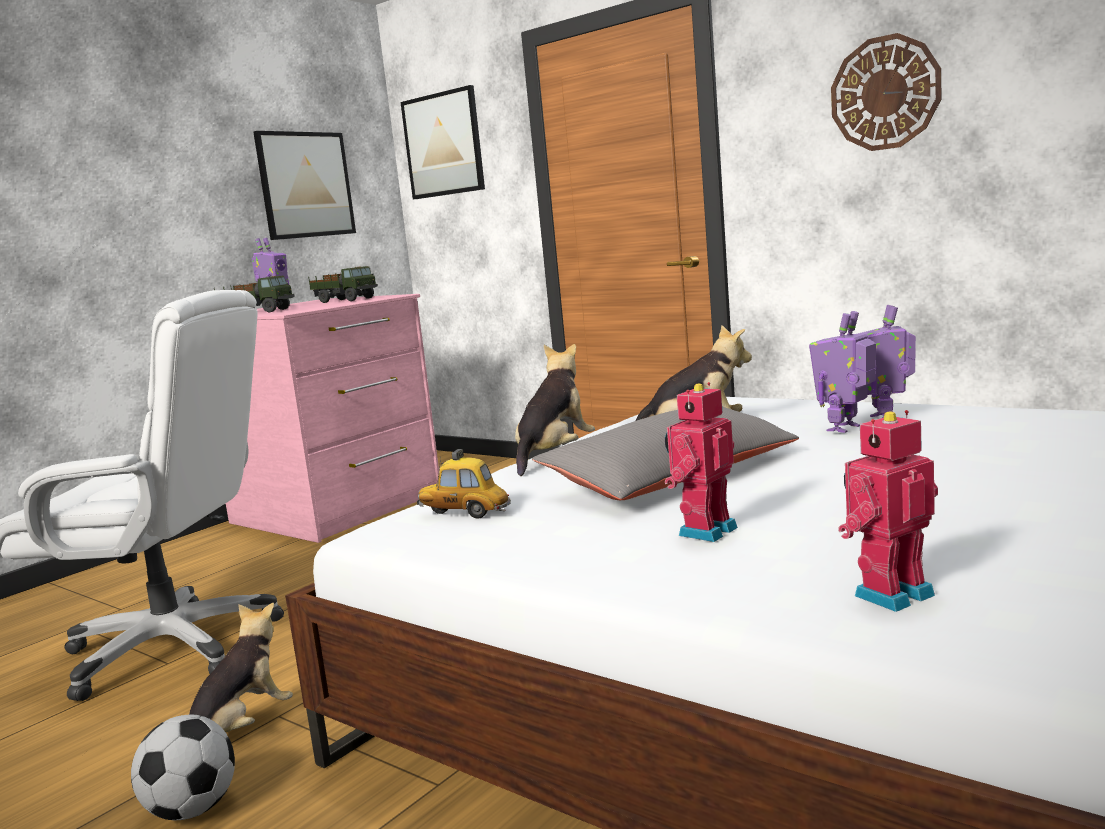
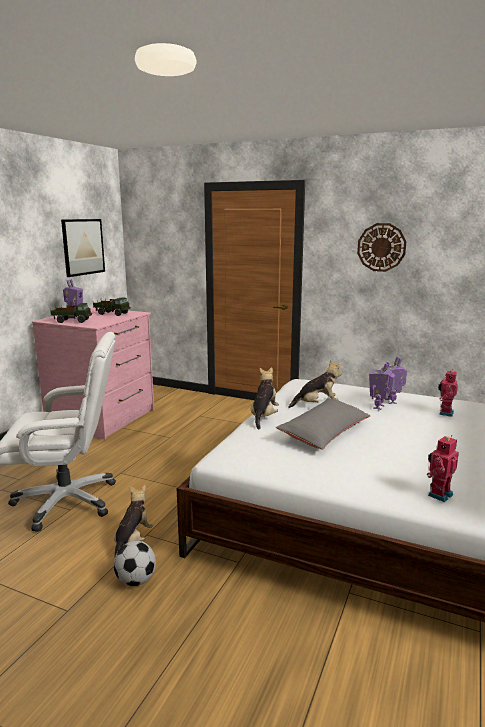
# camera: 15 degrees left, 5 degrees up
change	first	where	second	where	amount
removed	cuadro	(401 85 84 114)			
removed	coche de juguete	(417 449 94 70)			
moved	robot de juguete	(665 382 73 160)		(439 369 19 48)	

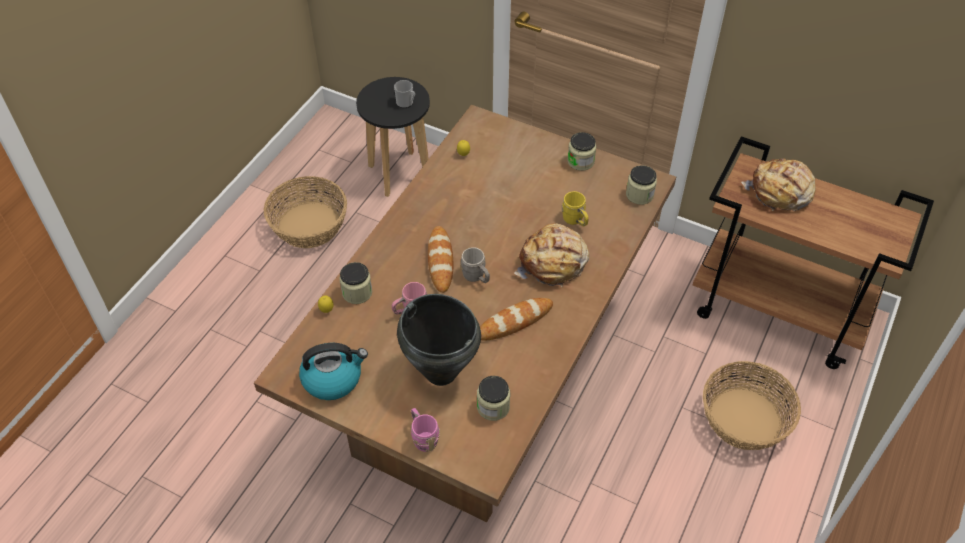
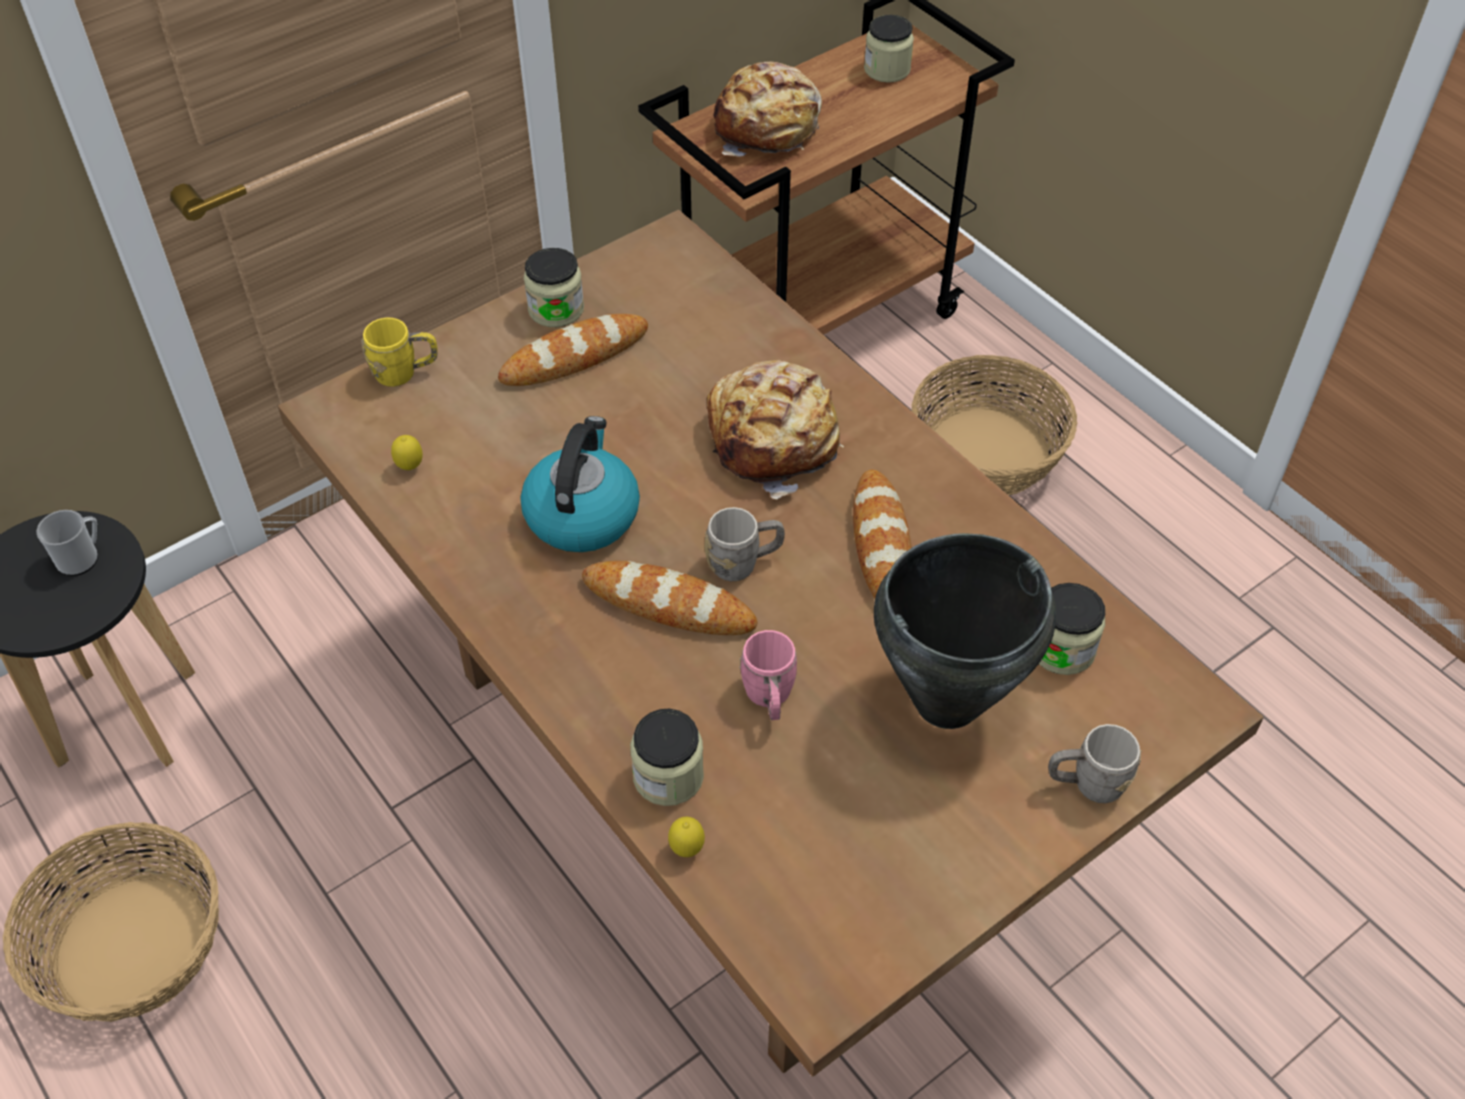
# camera: 65 degrees left, 0 degrees up
change	first	where	second	where	amount
added			pan	(498 314 150 72)	
moved	hervidor	(299 343 69 57)		(520 416 120 136)	
moved	taza grande/amarillo	(562 191 27 35)		(361 317 77 70)	
moved	tarro	(626 165 31 40)		(864 15 50 68)	
recoloured	taza grande/rosa	(411 408 29 44)	taza grande/gris	(1048 724 94 79)	

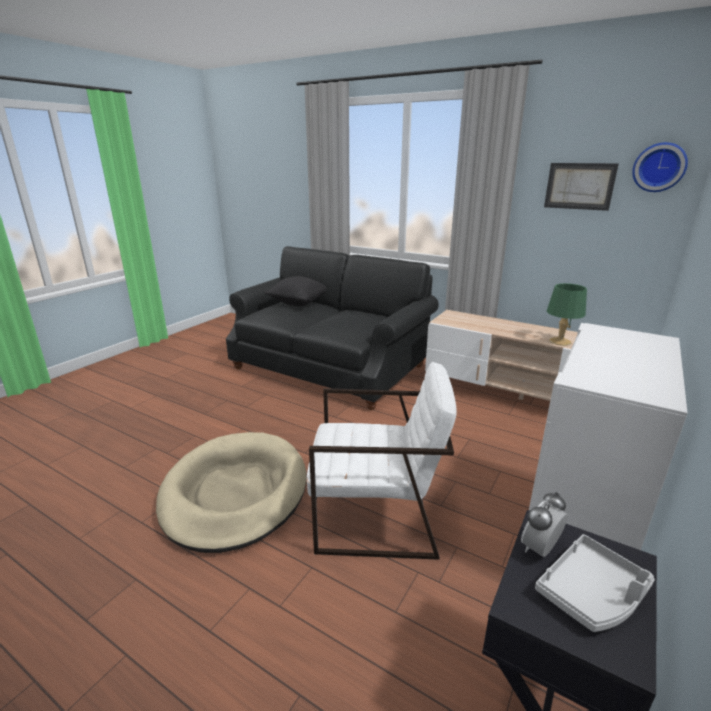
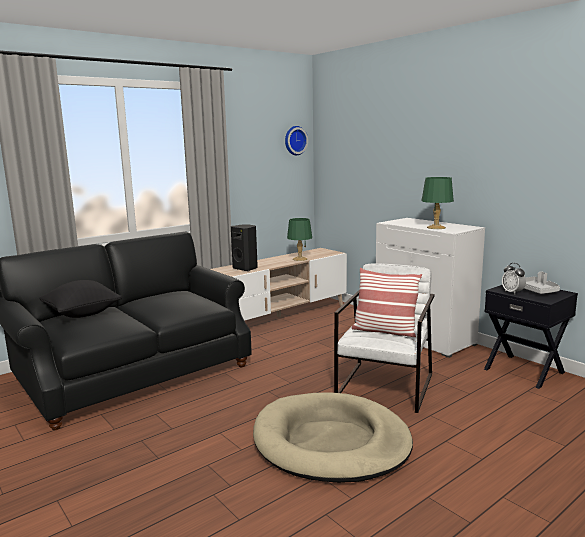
# camera: 70 degrees left, 10 degrees down
change	first	where	second	where	amount
removed	cuadro	(544 163 75 48)			
added			altavoz/negro	(231 224 27 47)	
added			cojín	(352 268 70 69)	
added			lámpara de mesa/verde	(421 177 33 52)	

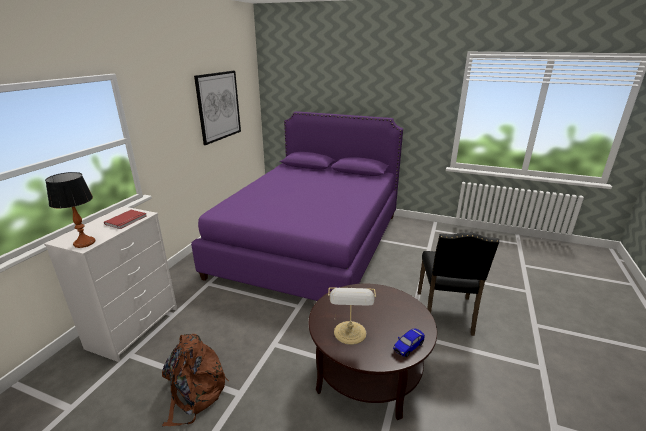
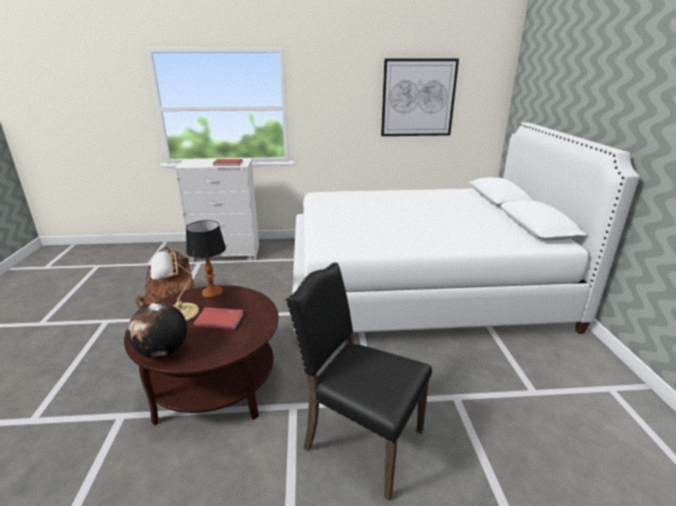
# camera: 65 degrees right, 0 degrees up
change	first	where	second	where	amount
added			libro/rojo	(193 307 51 23)	
moved	lámpara de mesa	(45 172 50 76)		(186 220 40 78)	
replaced	coche de juguete	(393 328 32 29)	globo terráqueo	(127 302 60 56)	
recoloured	cama/morado	(191 111 212 190)	cama/blanco	(292 123 348 213)	
turned	silla/negro	(418 232 81 104)		(285 263 147 238)	45 degrees clockwise

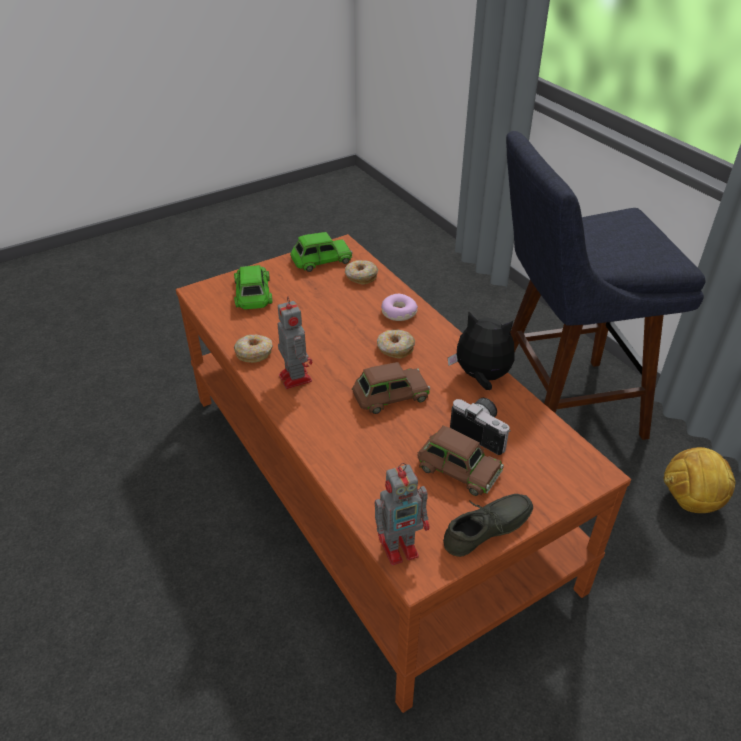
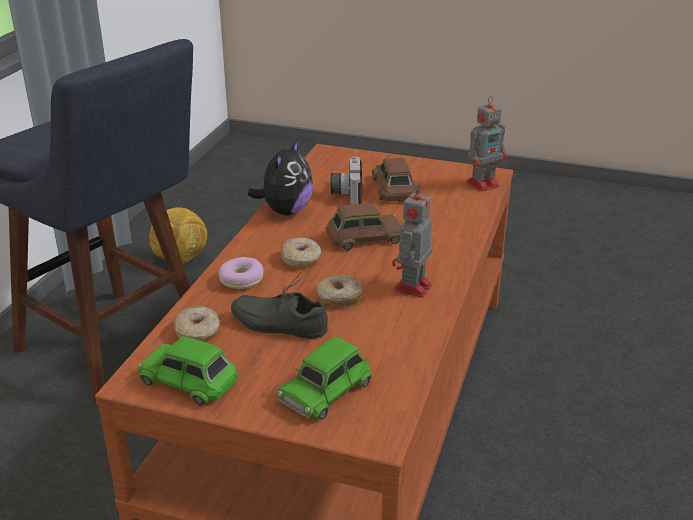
# camera: 130 degrees left, 10 degrees down
change	first	where	second	where	amount
moved	rosquilla	(234 335 39 28)		(317 275 47 33)	
moved	zapato/gris	(443 494 90 63)		(231 273 97 66)	
turned	coche de juguete/marrón	(352 362 78 52)		(325 203 76 47)	135 degrees clockwise
turned	robot de juguete	(375 463 55 102)		(467 96 40 95)	120 degrees clockwise
turned	peluche	(448 312 67 78)		(248 138 65 77)	135 degrees counterclockwise

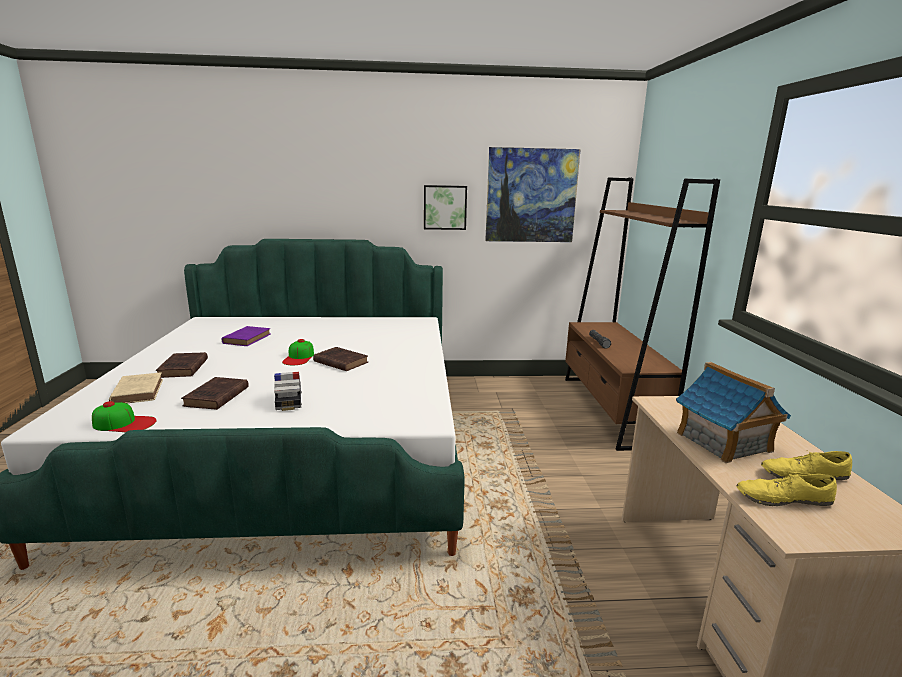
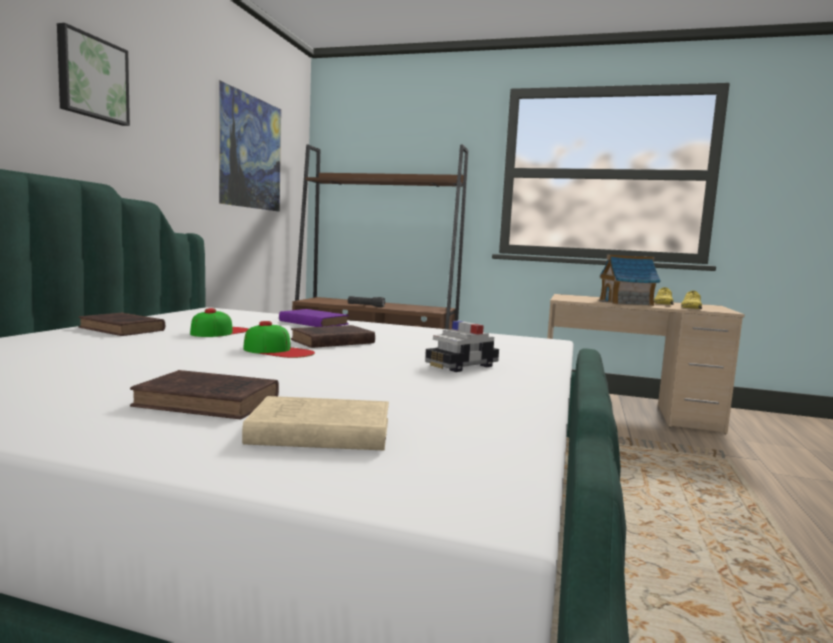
# camera: 70 degrees left, 10 degrees down
change	first	where	second	where	amount
moved	gorra	(92 401 64 31)		(190 308 58 29)	
moved	libro/marrón	(181 377 68 33)		(78 312 87 24)	
moved	libro/morado	(222 326 49 20)		(279 309 70 18)	
moved	cuadro	(424 185 43 45)		(57 23 73 103)	
turned	coche de juguete	(274 372 28 39)		(425 320 74 52)	135 degrees clockwise

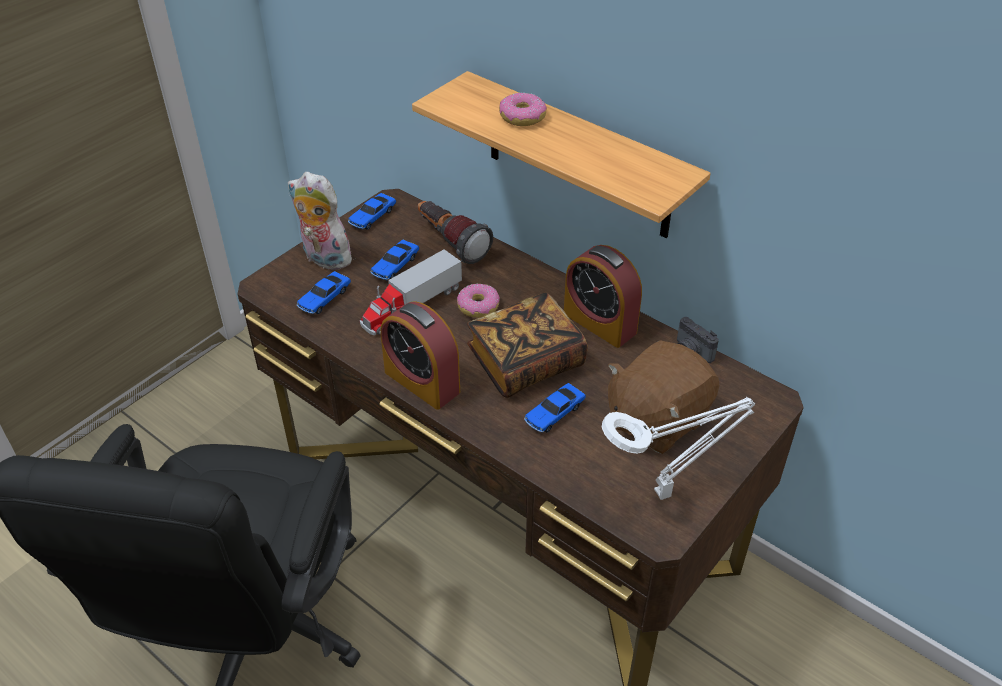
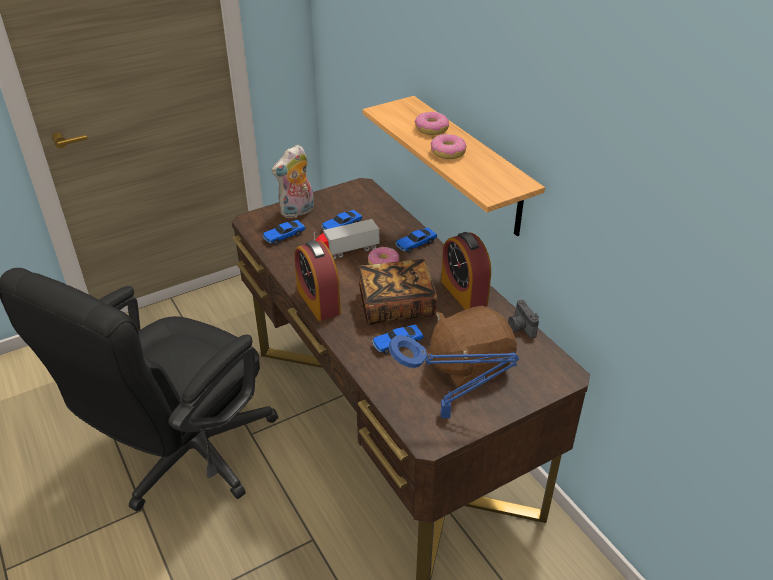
# camera: 20 degrees right, 5 degrees down
change	first	where	second	where	amount
removed	linterna	(418 201 75 63)			
added			rosquilla	(430 134 36 25)	
moved	coche de juguete	(348 193 48 37)		(395 227 42 26)	
recoloured	lámpara de mesa/blanco	(602 397 153 103)	lámpara de mesa/azul	(388 335 131 83)	
turned	peluche	(288 172 70 98)		(271 145 43 73)	90 degrees counterclockwise

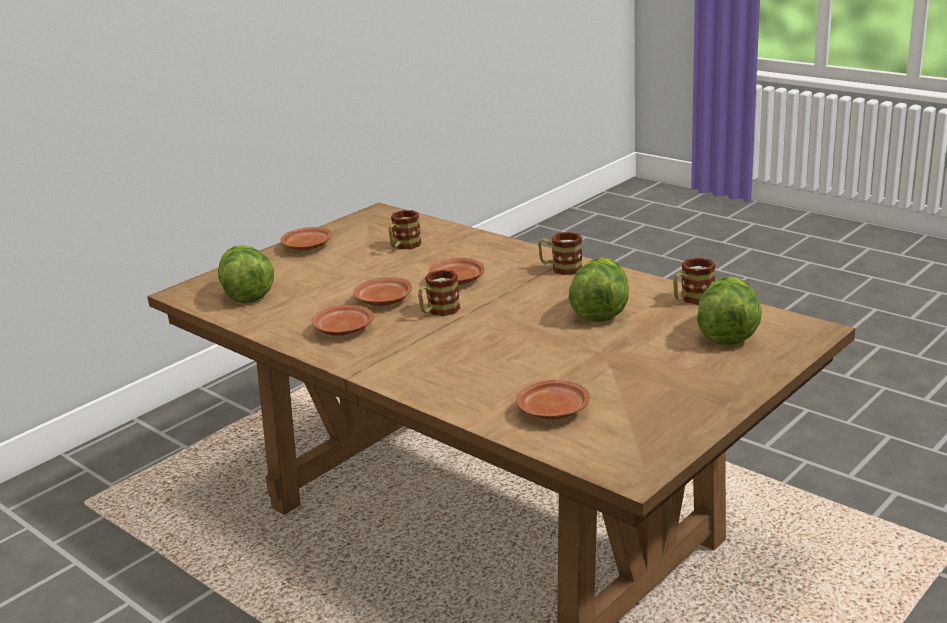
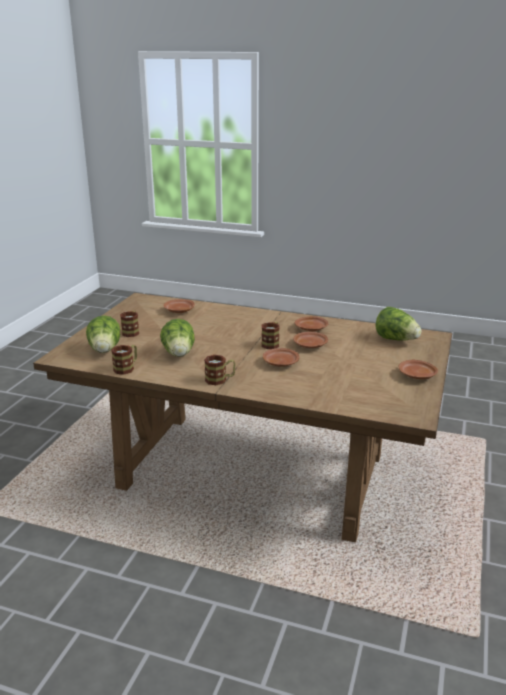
# camera: 155 degrees right, 0 degrees up
change	first	where	second	where	amount
moved	taza grande	(389 210 33 39)		(120 311 19 26)	

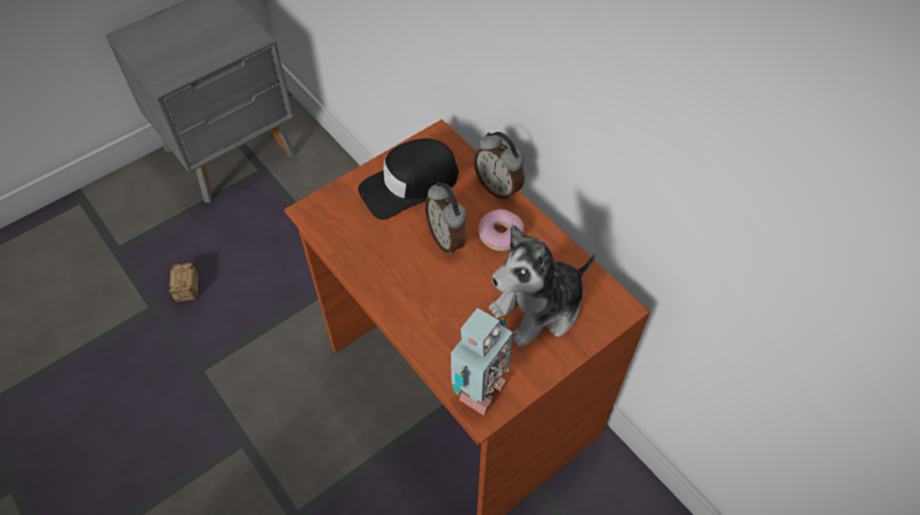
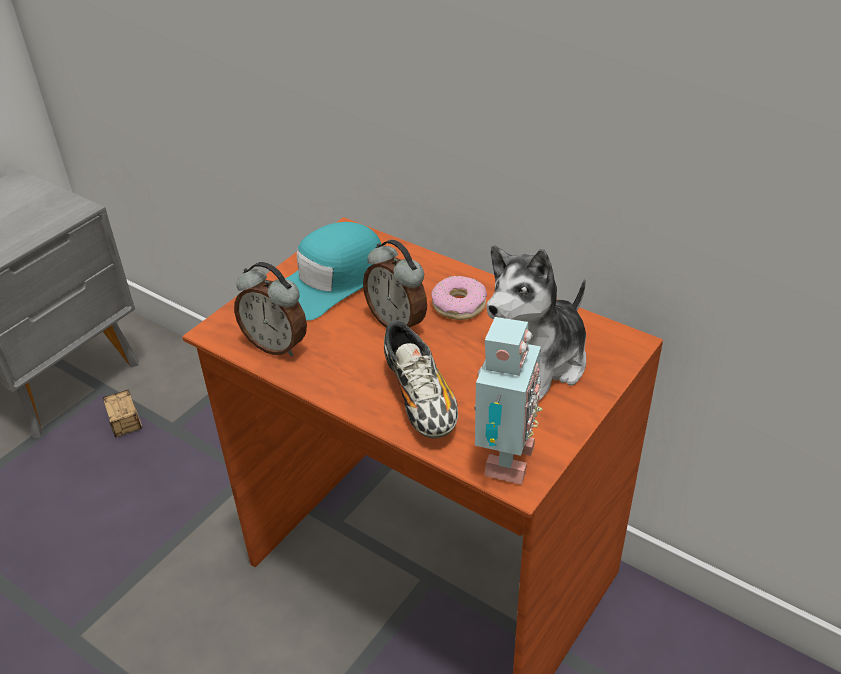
# camera: 15 degrees left, 15 degrees down
change	first	where	second	where	amount
added			zapato	(384 320 74 118)	
moved	caja de almacenaje	(169 263 29 47)		(102 390 41 48)	
moved	despertador	(473 132 51 69)		(234 262 73 95)	
recoloured	gorra/negro	(358 138 101 82)	gorra/turquesa	(285 222 96 98)	

